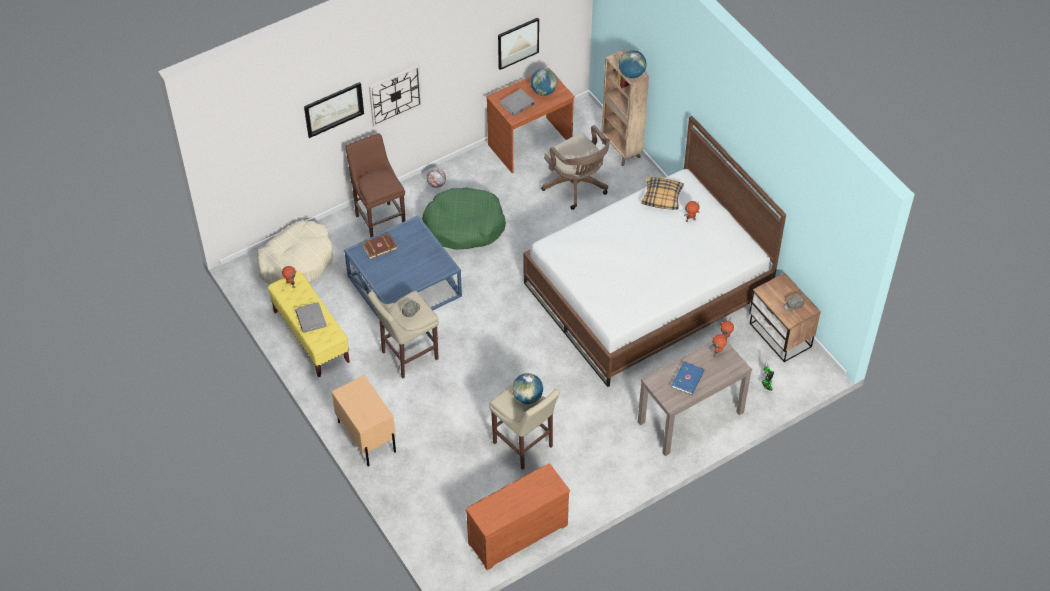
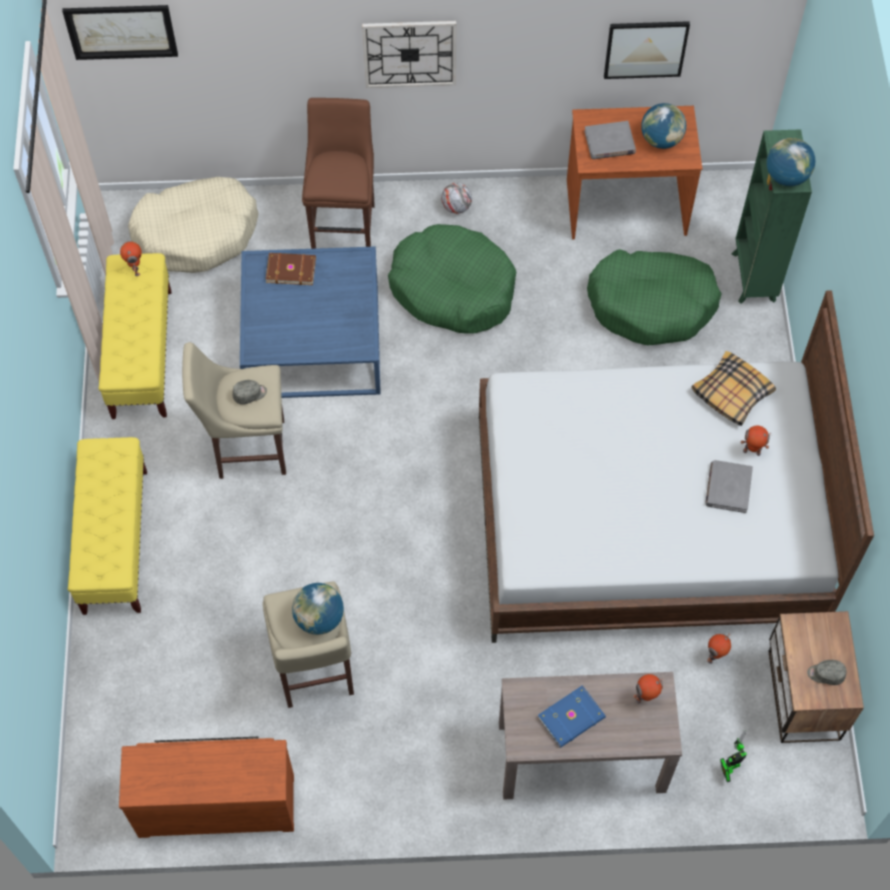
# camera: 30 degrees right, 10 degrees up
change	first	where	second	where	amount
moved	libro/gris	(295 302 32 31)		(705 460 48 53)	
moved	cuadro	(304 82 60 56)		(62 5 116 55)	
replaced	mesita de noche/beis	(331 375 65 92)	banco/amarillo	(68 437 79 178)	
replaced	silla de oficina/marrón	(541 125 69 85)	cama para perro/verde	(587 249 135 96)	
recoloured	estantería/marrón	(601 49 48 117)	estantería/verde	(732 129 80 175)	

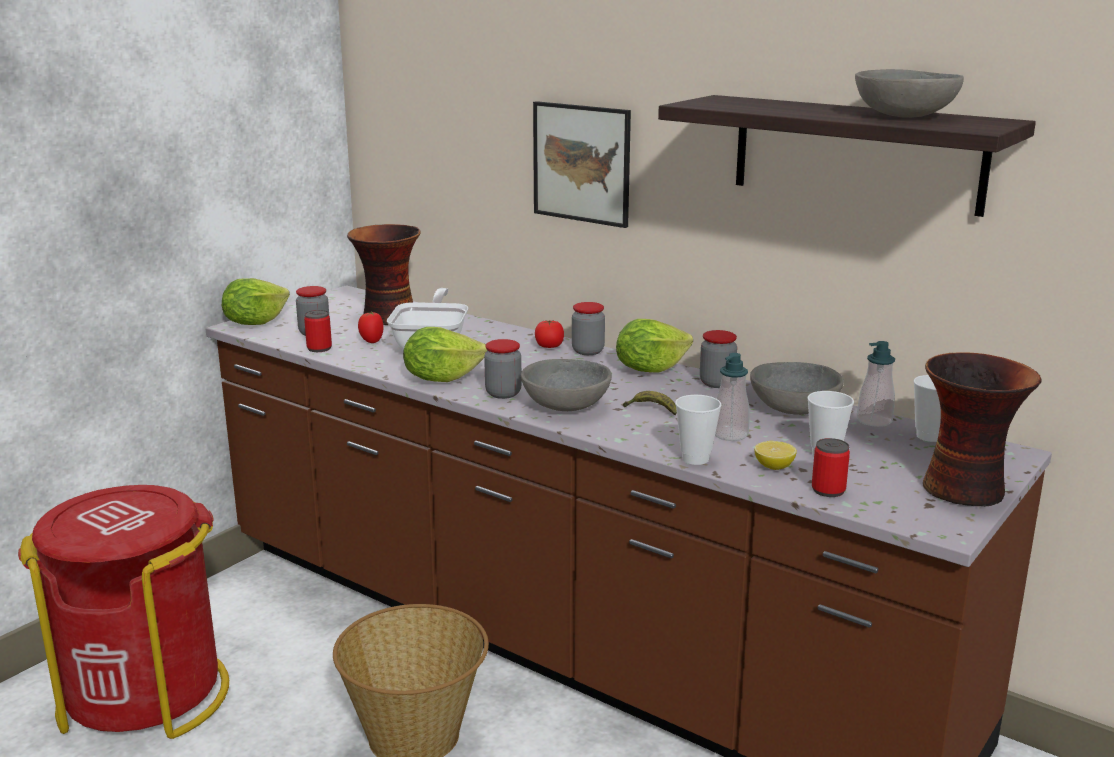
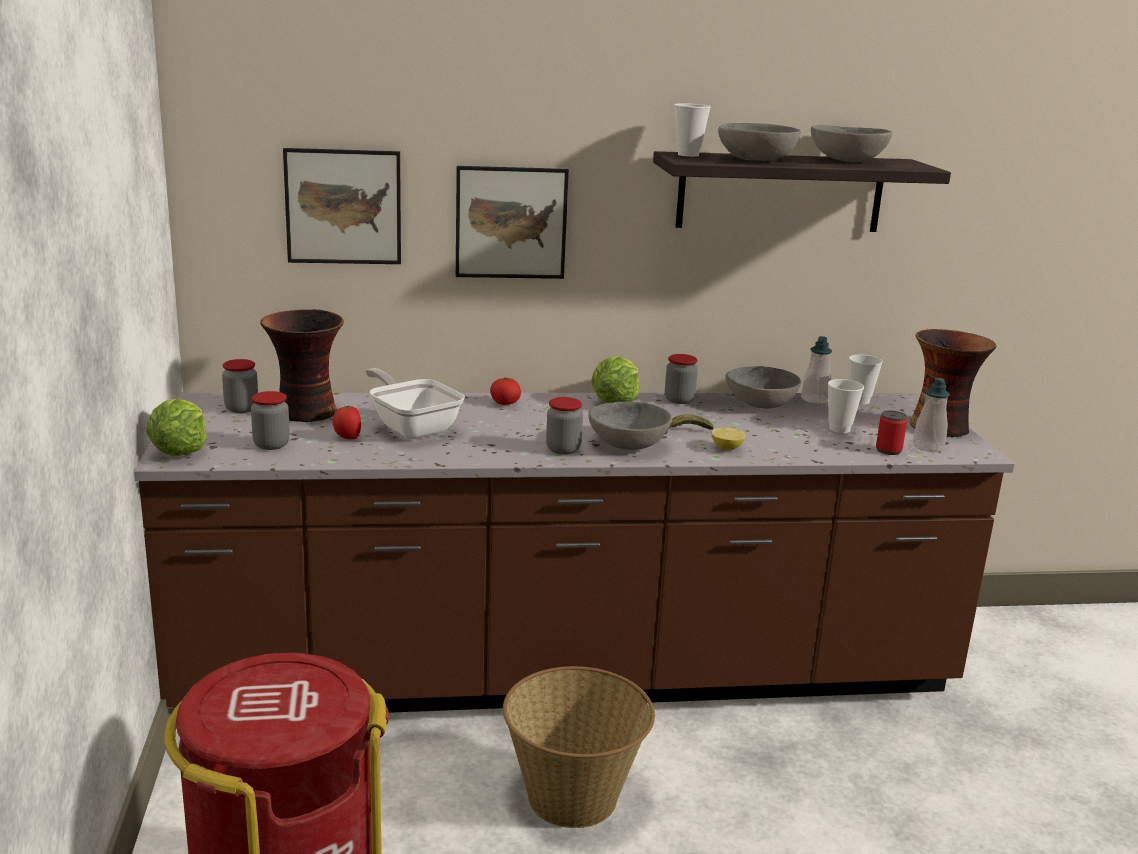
# camera: 45 degrees left, 0 degrees up
change	first	where	second	where	amount
removed	lata	(304 310 28 42)			
removed	lechuga	(403 327 84 55)			
added			cuadro	(283 148 118 116)	
added			cuenco/gris	(718 123 83 38)	
moved	tarro	(572 302 33 53)		(222 359 36 54)	
moved	taza	(675 395 46 70)		(674 103 37 54)	
moved	dispensador de jabón	(715 353 34 88)		(913 378 37 74)	
moved	limón	(754 441 43 29)		(712 428 33 22)	

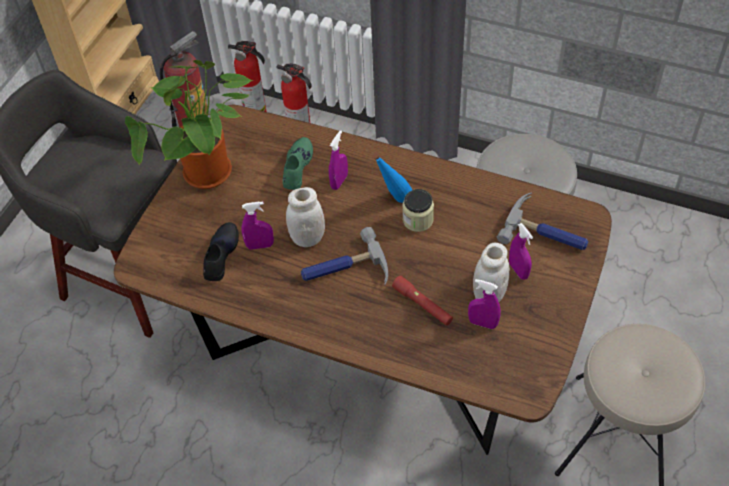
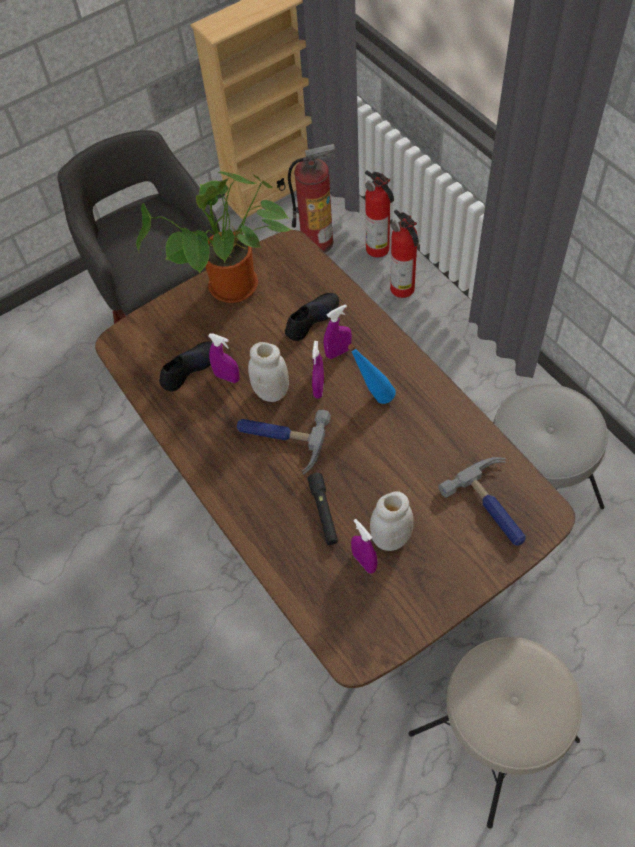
# camera: 35 degrees right, 5 degrees up
change	first	where	second	where	amount
removed	tarro	(402 189 32 43)			
moved	pulverizador/morado	(509 223 24 57)		(312 341 12 58)	
recoloured	zapato/verde	(283 137 30 53)	zapato/negro	(285 293 54 48)	
recoloured	linterna/rojo	(392 275 61 51)	linterna/negro	(307 473 31 72)	

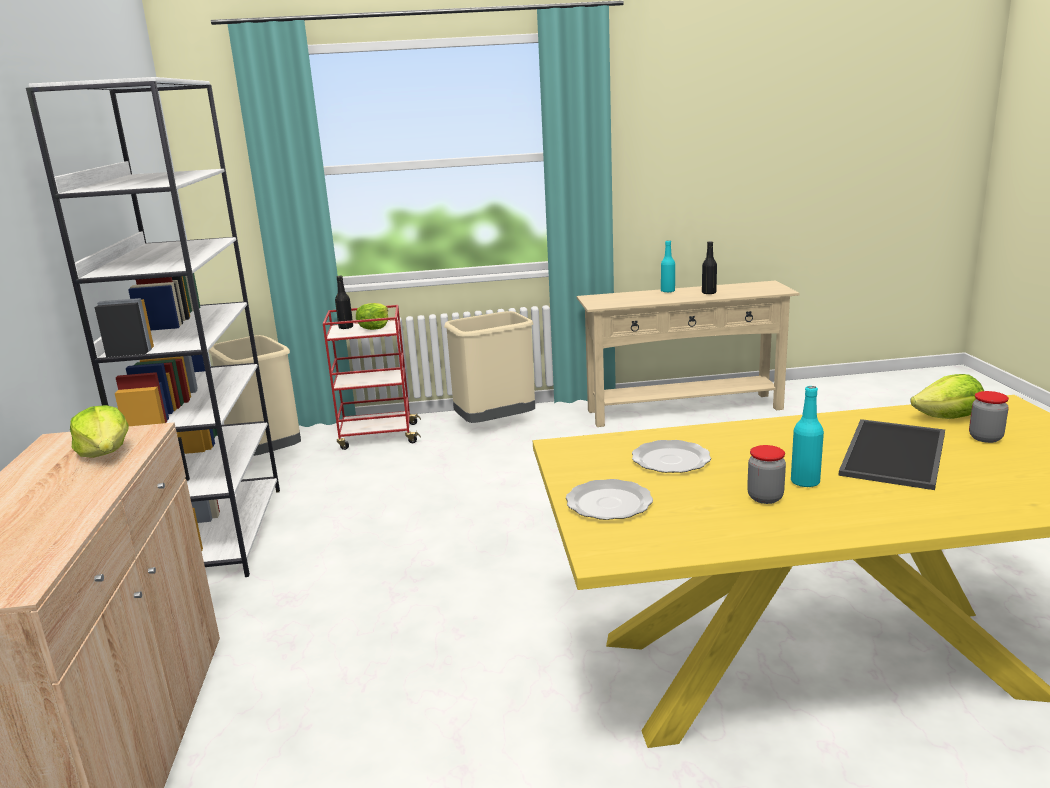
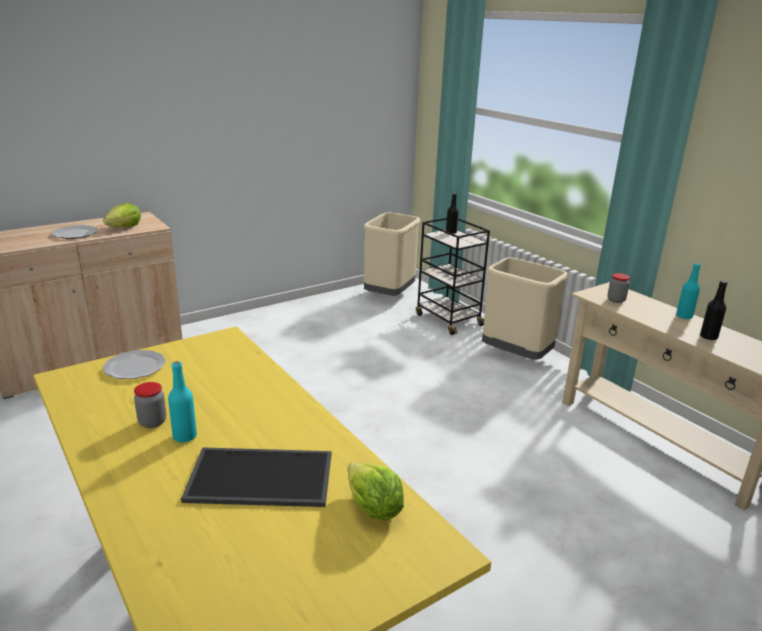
# camera: 60 degrees right, 5 degrees up
change	first	where	second	where	amount
removed	estantería/blanco	(26 77 254 500)			
removed	lechuga	(356 303 32 27)			
moved	plato	(632 440 79 33)		(52 225 46 14)	
moved	tarro	(969 391 40 52)		(608 273 22 30)	
recoloured	carrito/rojo	(323 305 98 145)	carrito/negro	(416 218 74 117)	

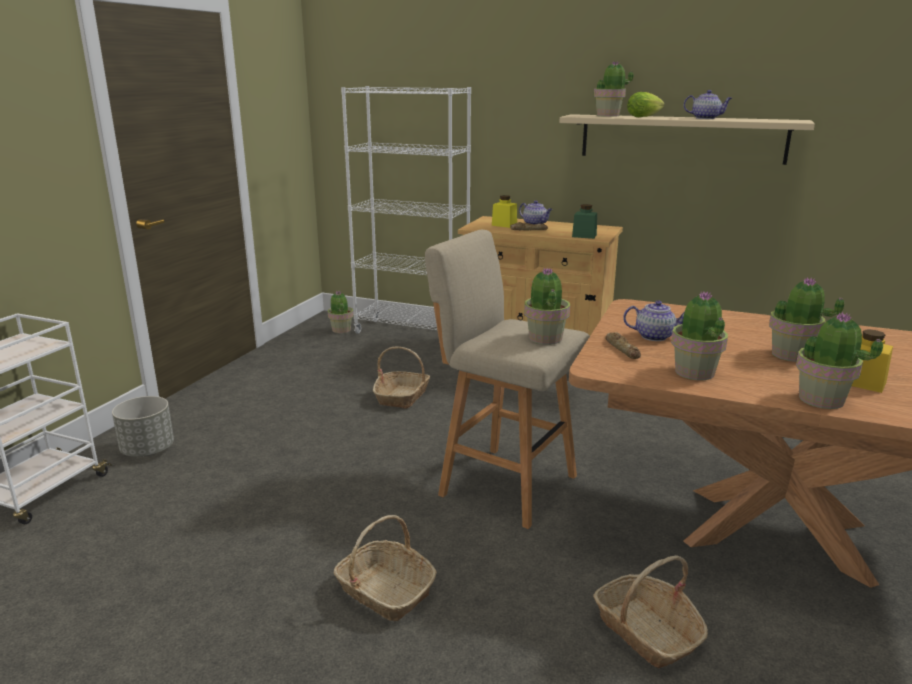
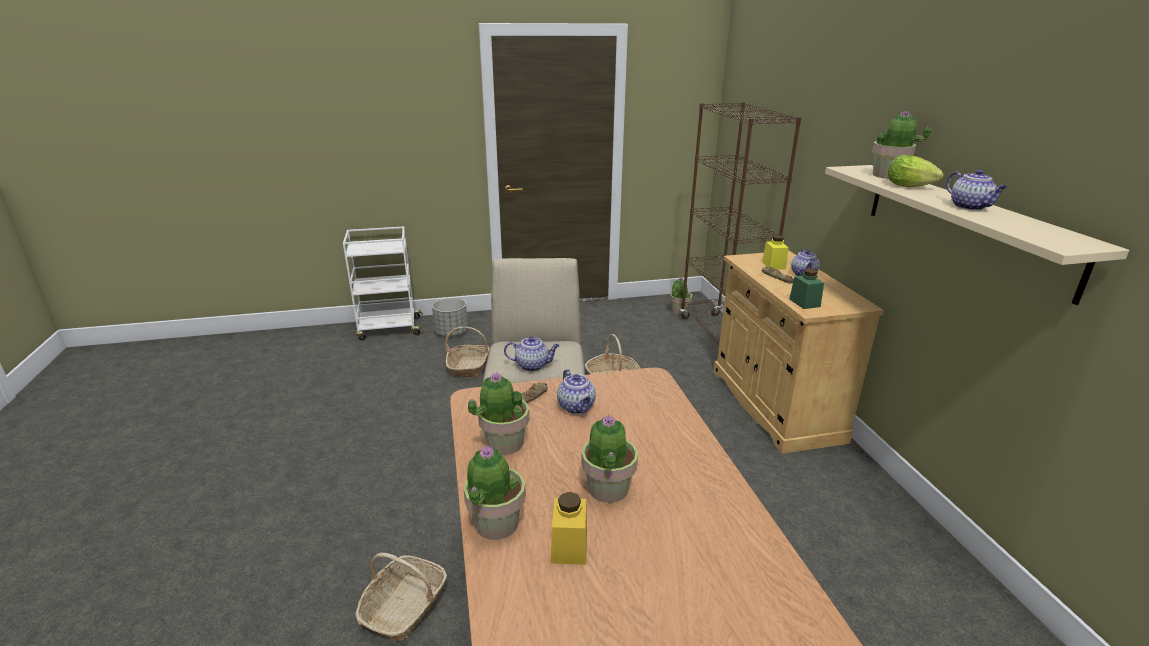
# camera: 55 degrees right, 5 degrees up
change	first	where	second	where	amount
moved	cesta	(334 515 103 106)		(445 327 45 50)	
replaced	planta en maceta	(524 267 46 78)	tetera	(504 336 56 35)	
recoloured	estantería/blanco	(341 86 130 248)	estantería/marrón	(680 102 122 243)	

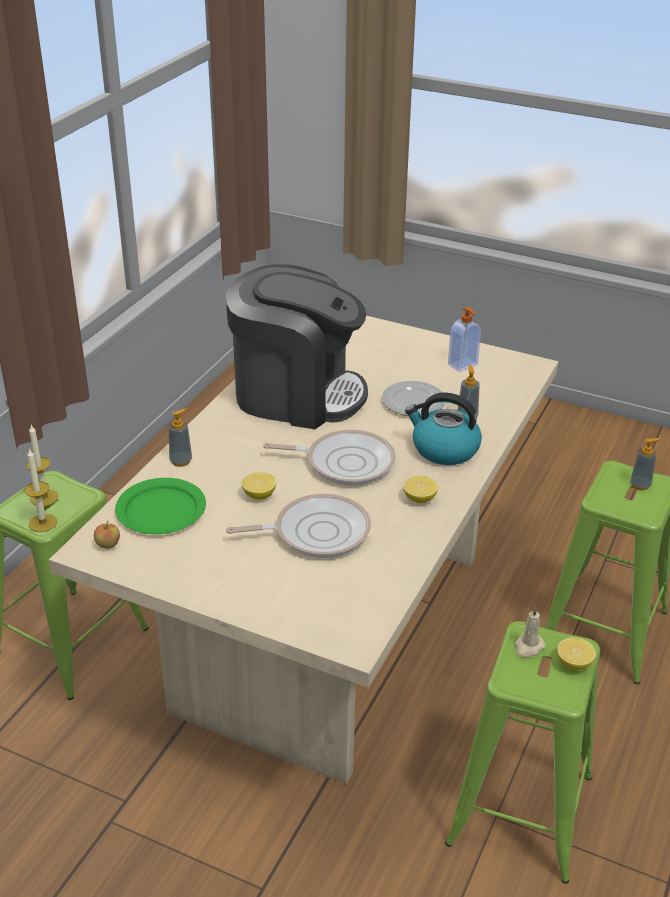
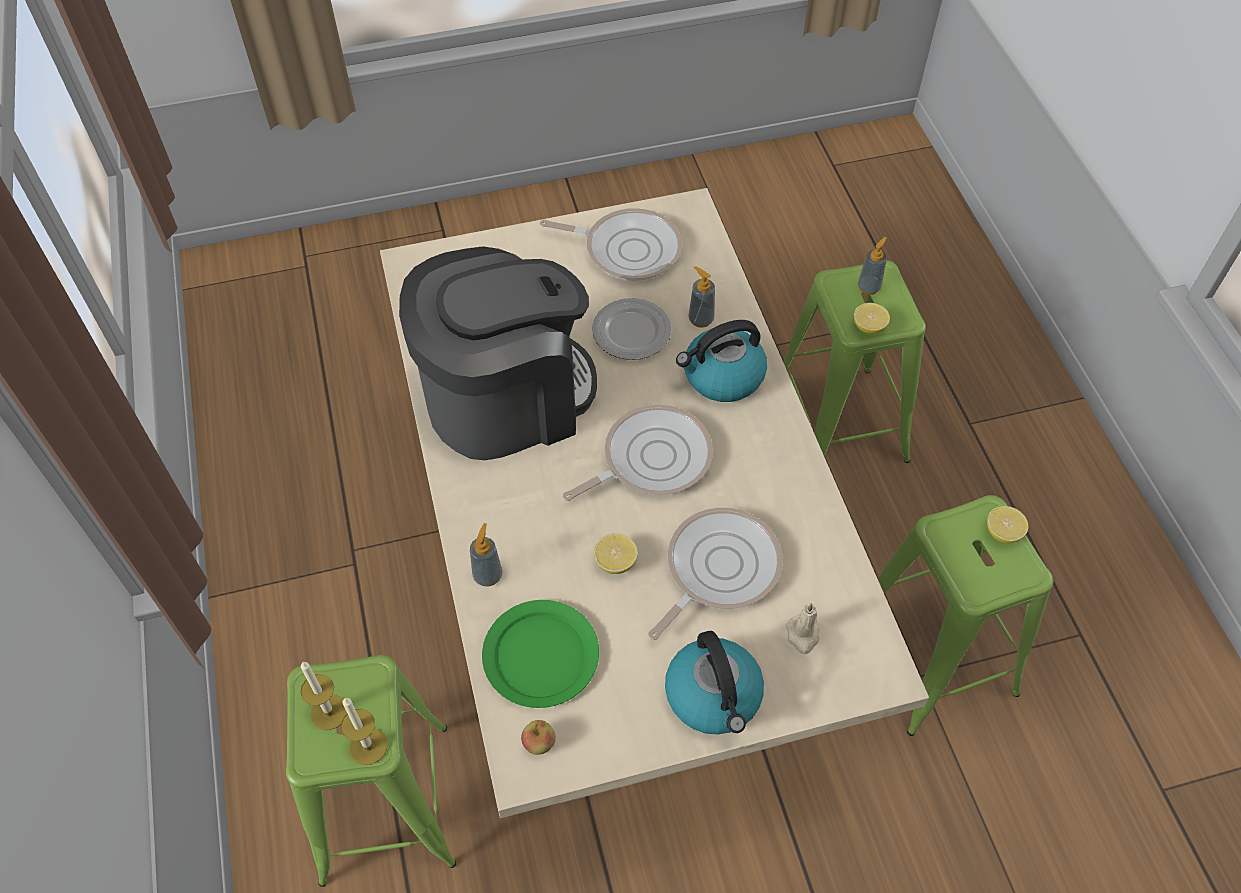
# camera: 40 degrees left, 20 degrees up
change	first	where	second	where	amount
added			hervidor	(665 631 99 104)	
moved	limón	(403 476 35 27)		(854 303 36 31)	
moved	vela/beis	(515 606 31 52)		(786 603 34 51)	
replaced	dispensador de jabón	(448 307 33 65)	sartén	(540 208 143 73)	

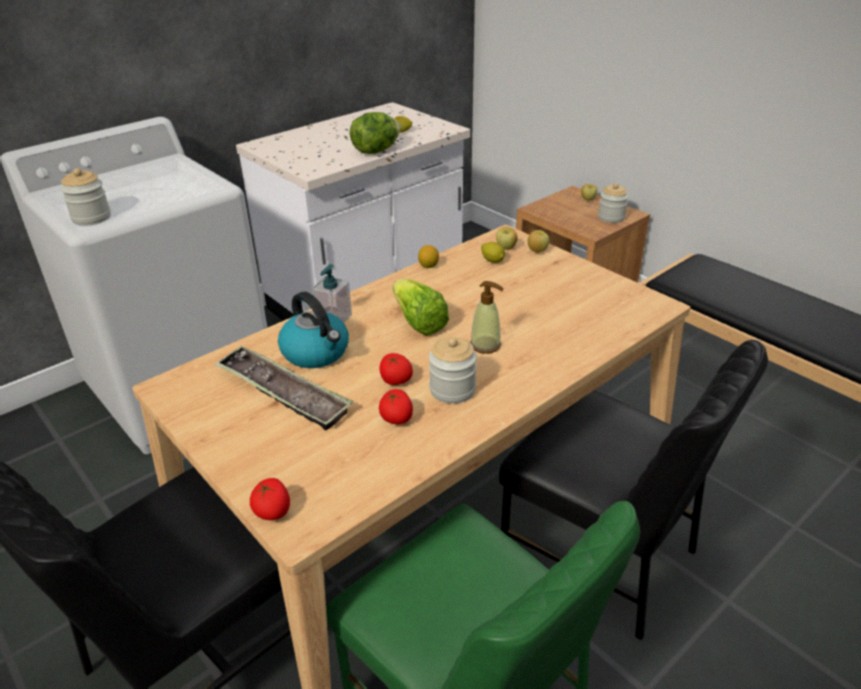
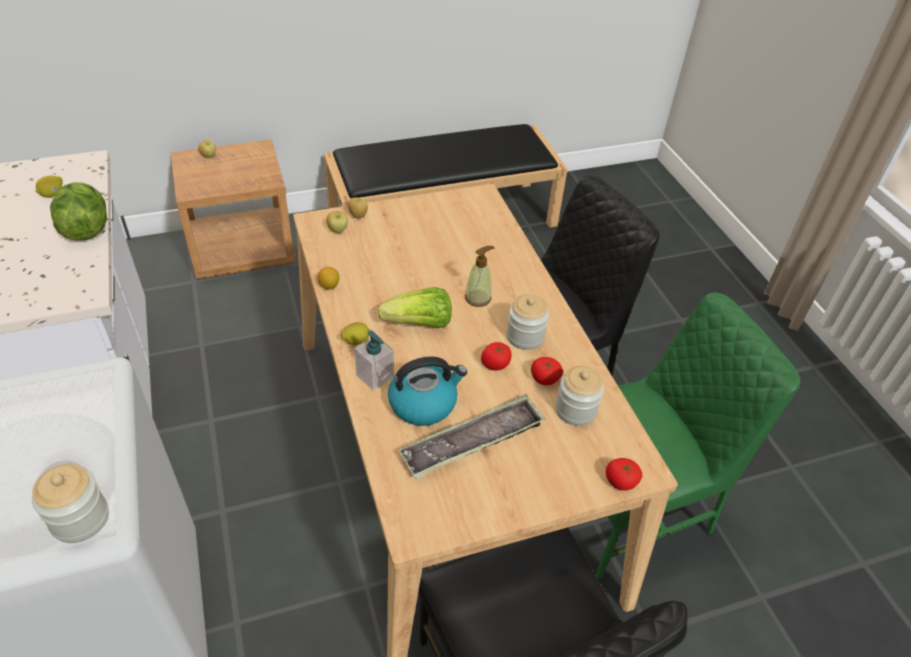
# camera: 70 degrees left, 10 degrees up
change	first	where	second	where	amount
moved	limón	(481 242 24 21)		(340 322 30 23)	
moved	tarro	(598 183 30 40)		(556 366 48 60)	

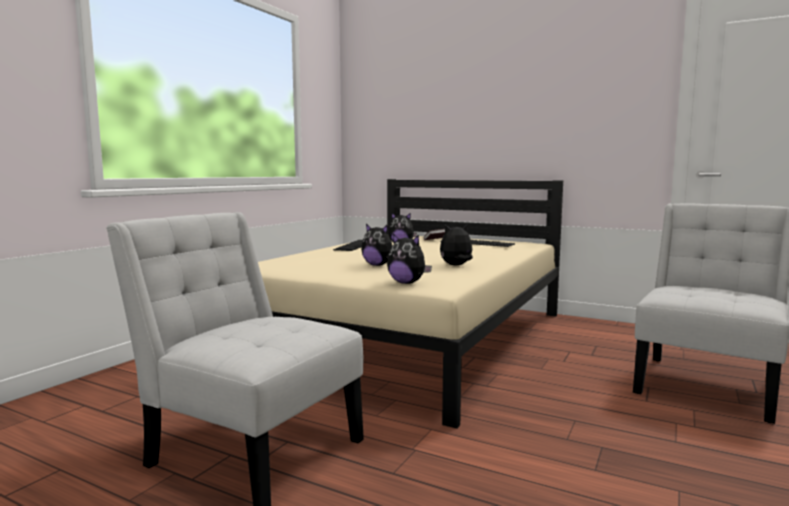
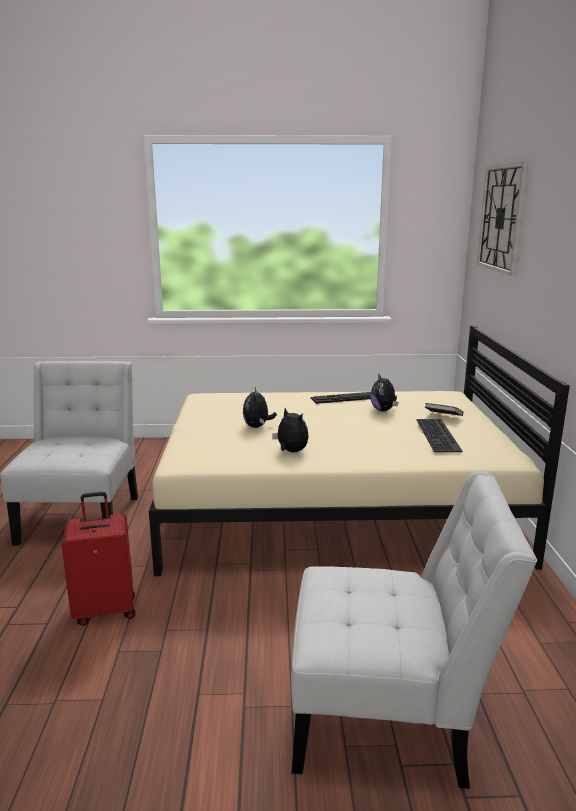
# camera: 60 degrees right, 10 degrees up
change	first	where	second	where	amount
removed	peluche	(387 234 45 50)			
added			maleta/rojo	(62 492 73 134)	
added			reloj de pared	(477 162 51 114)	

